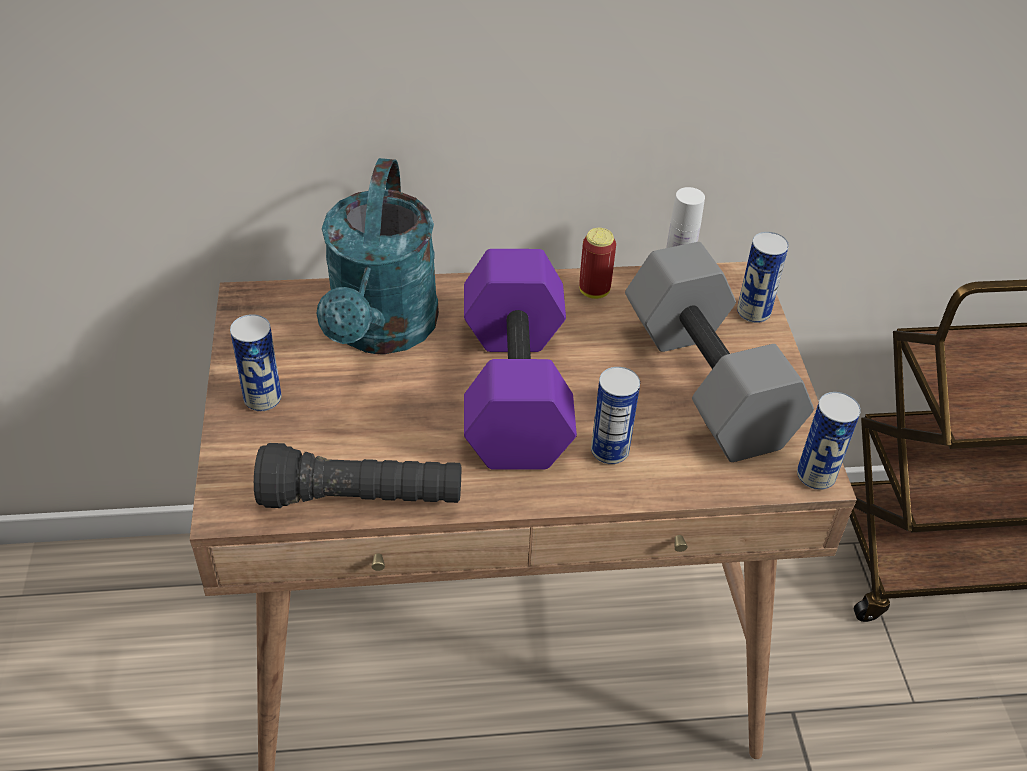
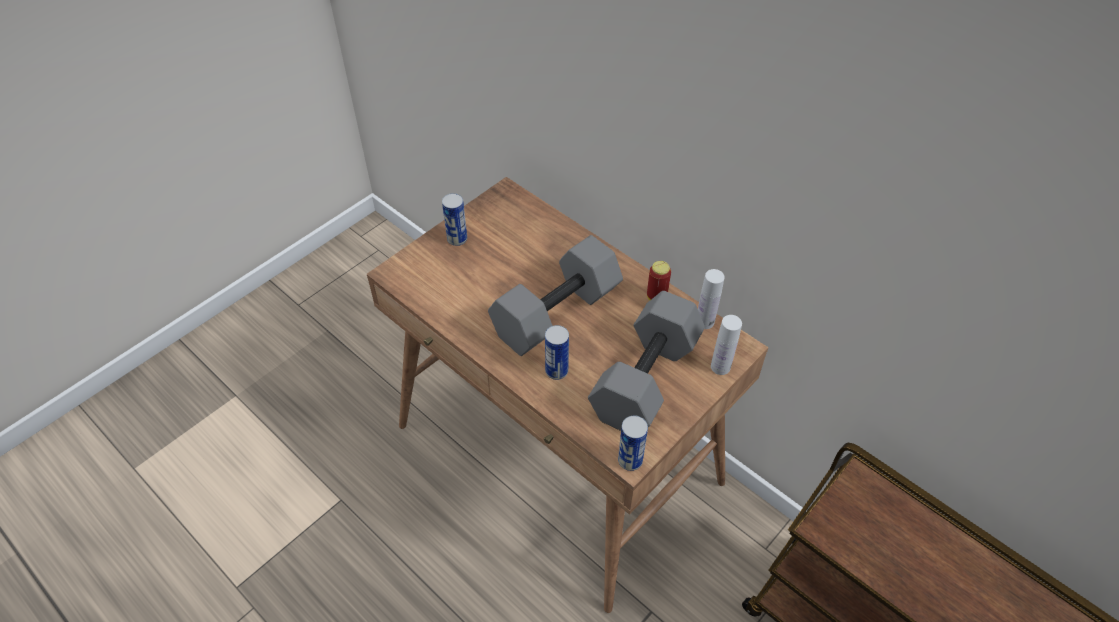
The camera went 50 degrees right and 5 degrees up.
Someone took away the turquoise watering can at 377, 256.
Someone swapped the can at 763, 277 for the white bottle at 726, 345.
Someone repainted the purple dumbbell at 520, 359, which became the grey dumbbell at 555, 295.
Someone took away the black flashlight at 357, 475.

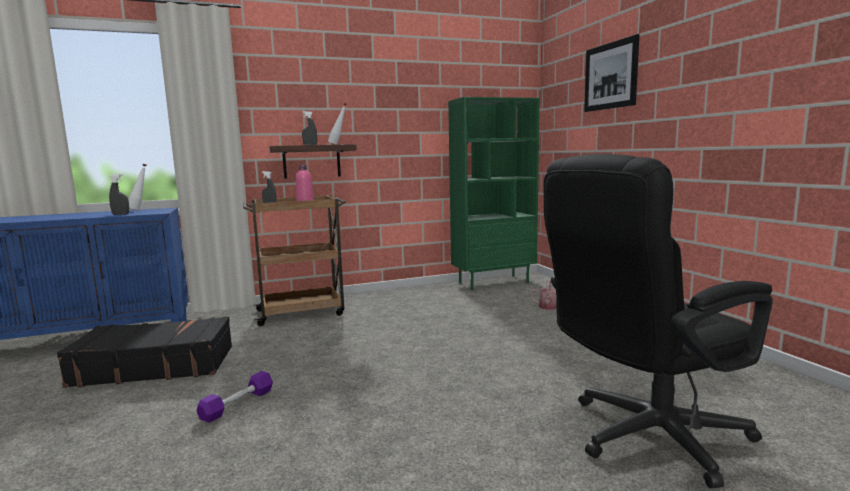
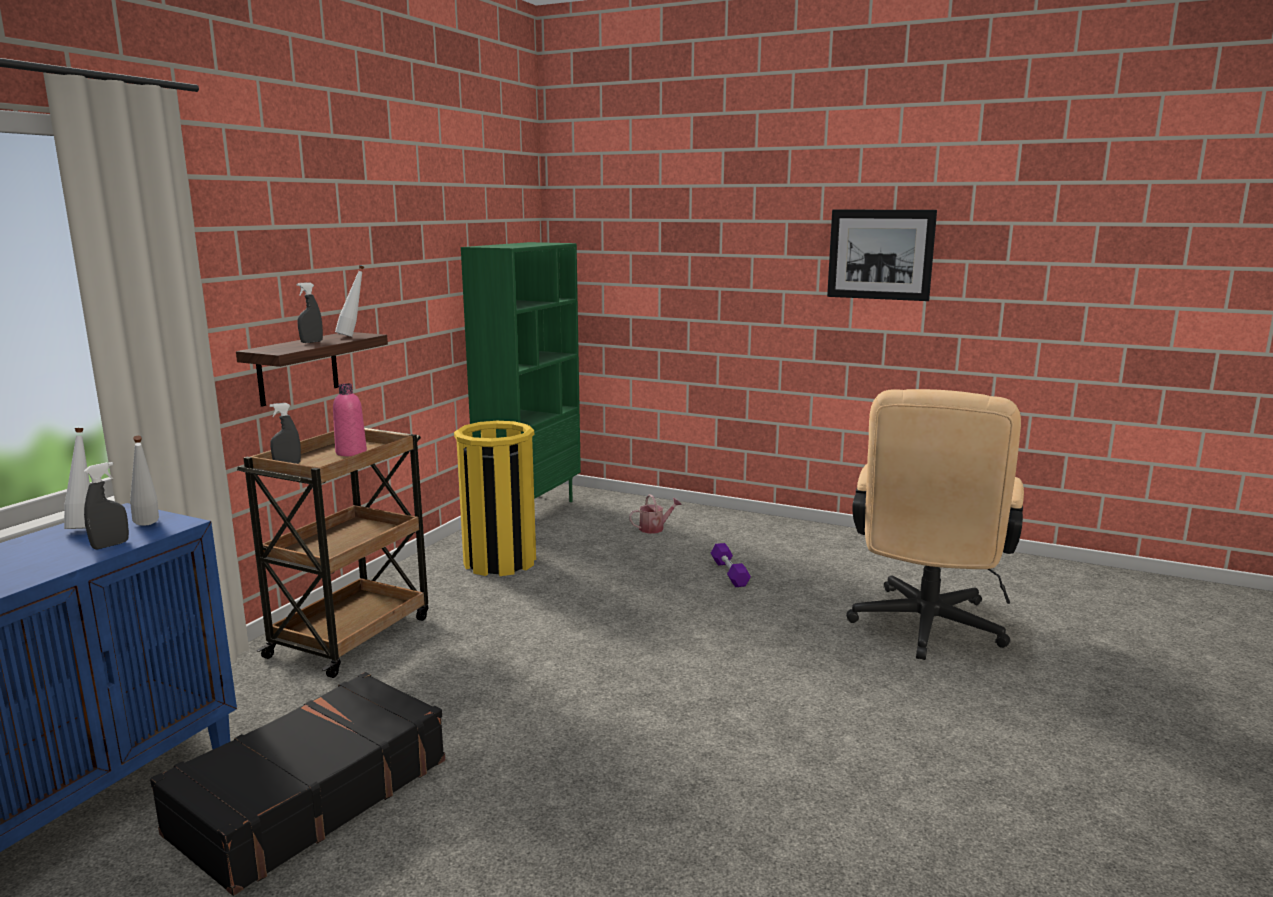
The camera went 45 degrees left and 5 degrees up.
Someone carried the picture from 611, 73 to 882, 255.
Someone repainted the black office chair at 658, 321, which became the beige office chair at 935, 524.
Someone carried the purple dumbbell from 234, 397 to 731, 565.
Someone put down the yellow trash can at 495, 498.
Someone put down the white bottle at 144, 481.

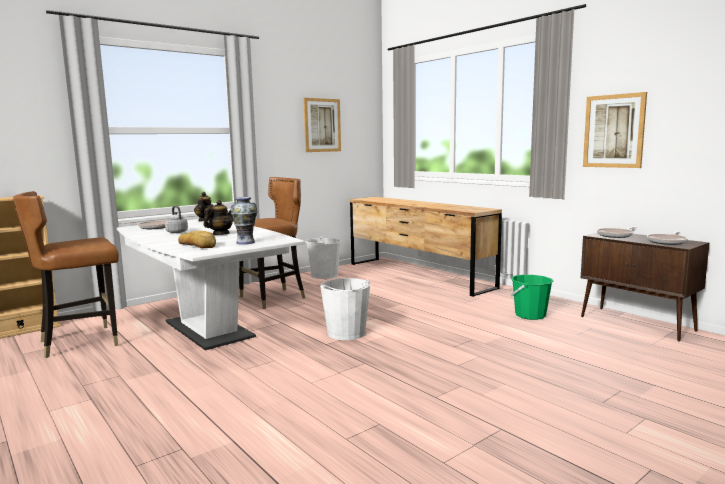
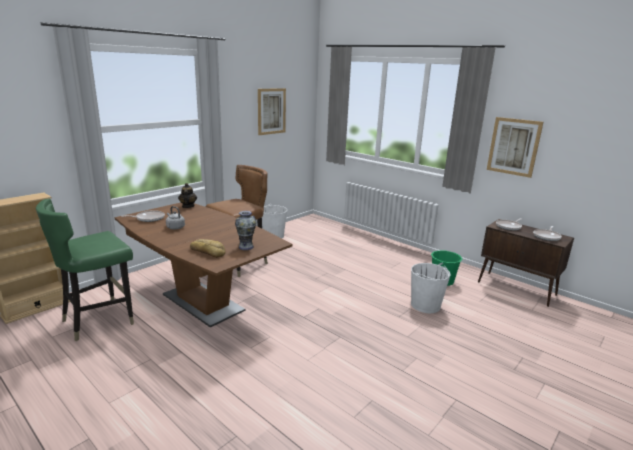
The camera went 10 degrees left and 10 degrees up.
Someone repainted the brown chair at 66, 274, which became the green chair at 85, 270.
Someone took away the brown dresser at 426, 247.
Someone took away the teapot at 218, 217.
Someone repainted the white dining table at 211, 284, which became the brown dining table at 204, 265.
Someone carried the white bucket from 345, 309 to 430, 288.

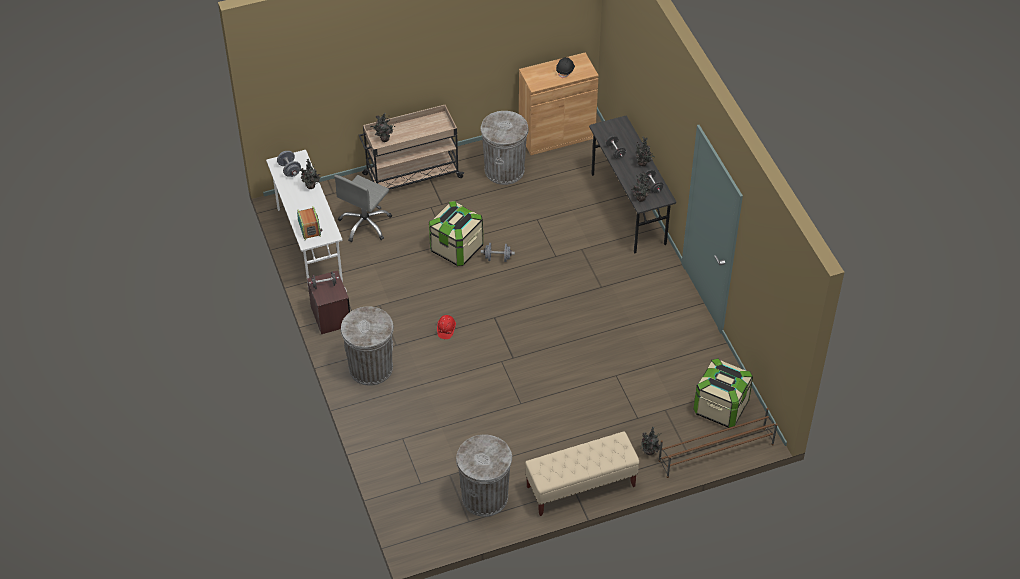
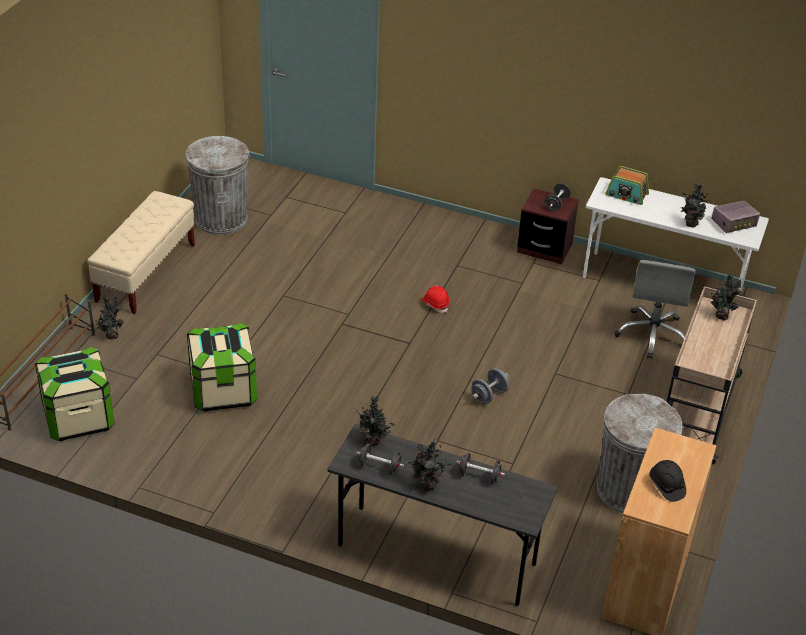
The camera went 130 degrees right and 10 degrees down.
Someone swapped the grey dumbbell at 289, 164 for the radio at 735, 217.
Someone rotated the grey office chair at 363, 208 by 150 degrees counterclockwise.
Someone carried the storage box from 456, 233 to 222, 367.
Someone took away the grey trash can at 367, 346.

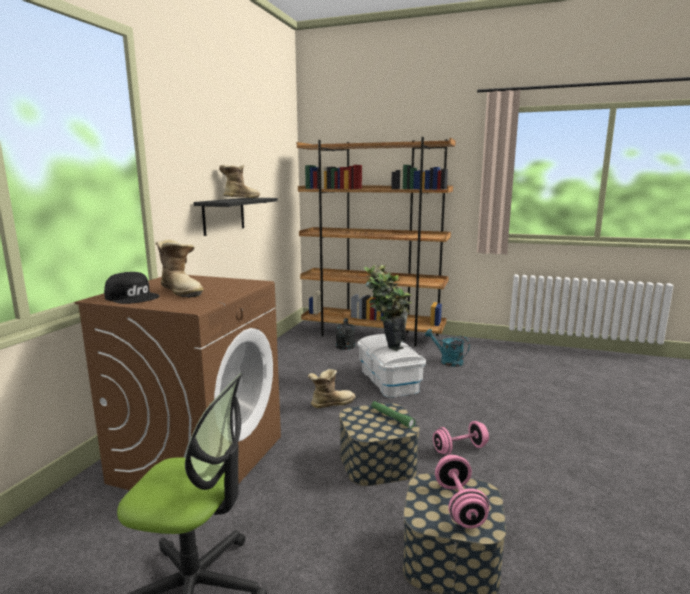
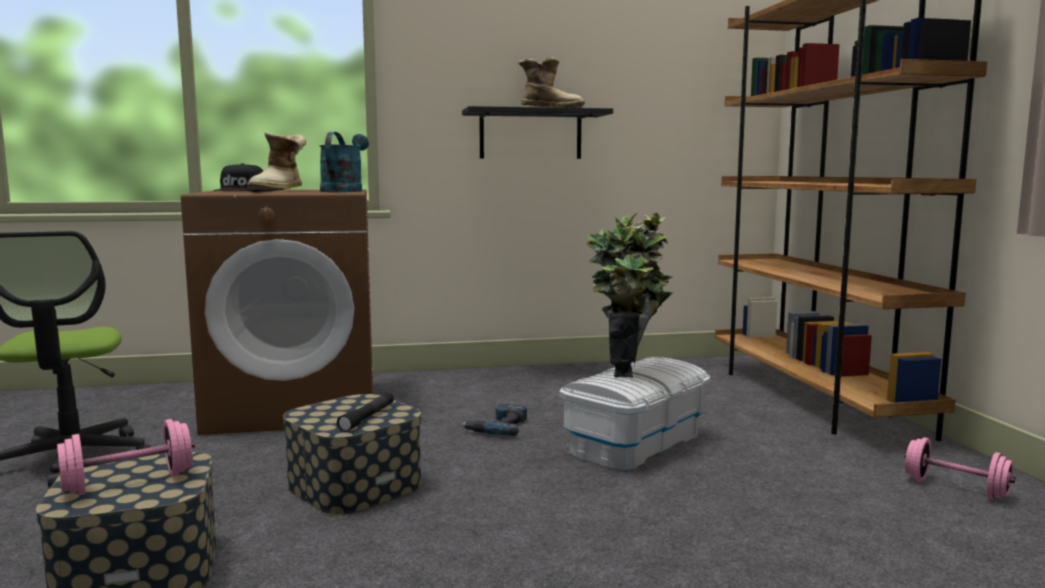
The camera went 60 degrees right and 5 degrees down.
Someone took away the black watering can at 345, 334.
Someone carried the turquoise watering can from 447, 348 to 344, 162.
Someone swapped the boot at 331, 388 for the power drill at 494, 420.
Someone repainted the green flashlight at 393, 414, which became the black flashlight at 365, 412.
Someone carried the pink dumbbell from 461, 438 to 960, 468.

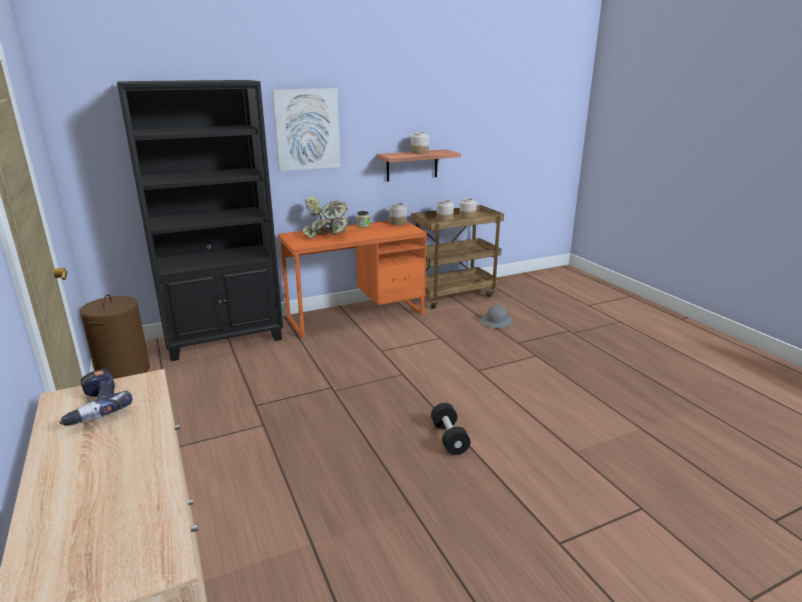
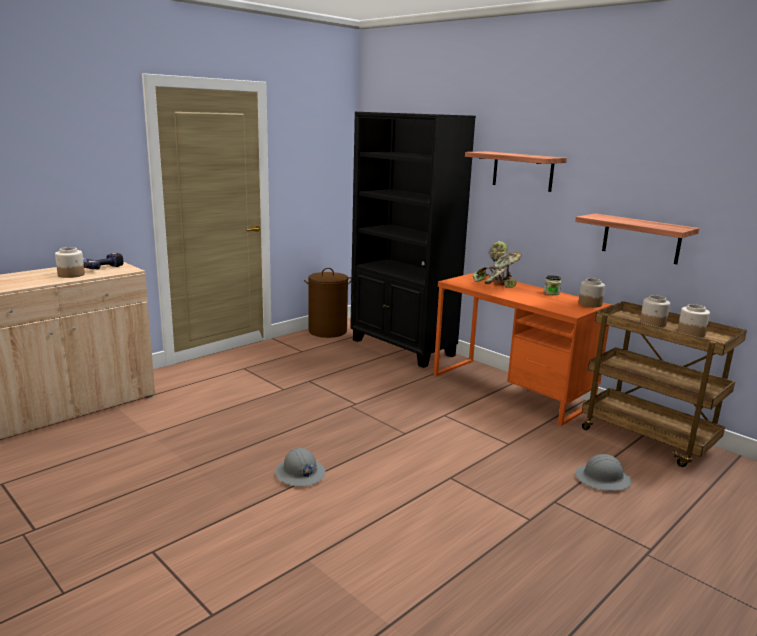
The camera went 70 degrees right and 5 degrees down.
Someone swapped the picture at 306, 129 for the shelf at 516, 171.
Someone carried the jar from 420, 143 to 70, 262.
Someone swapped the black dumbbell at 451, 429 for the grey hard hat at 300, 467.

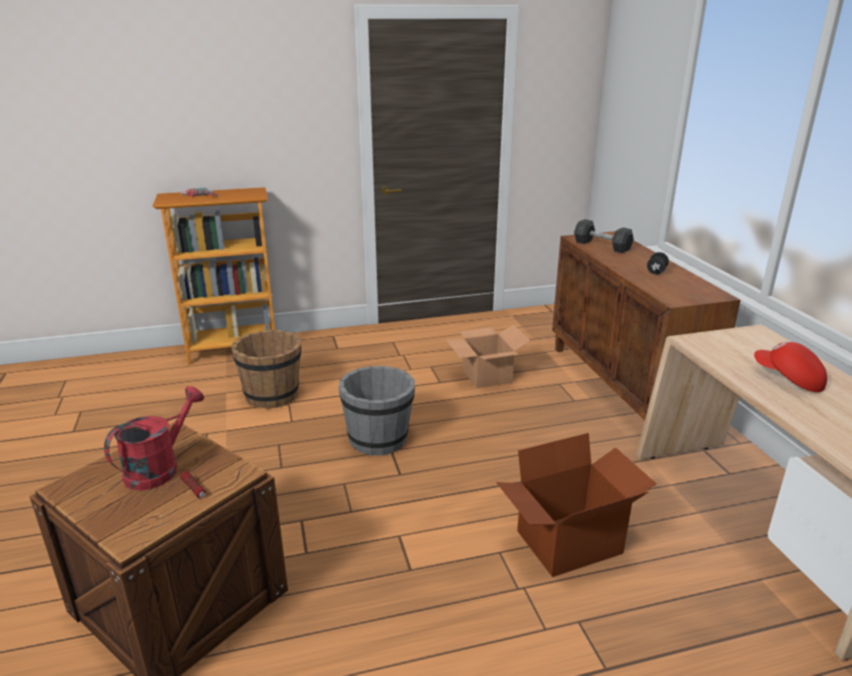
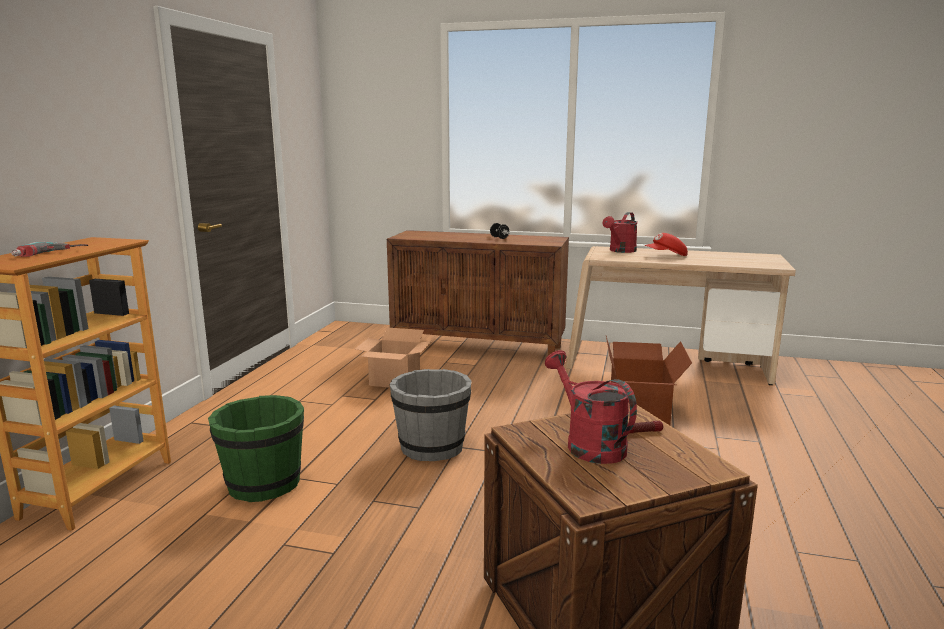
The camera went 60 degrees left and 10 degrees down.
Someone took away the grey dumbbell at 604, 236.
Someone repainted the brown bucket at 266, 369, which became the green bucket at 256, 448.
Someone put down the red watering can at 620, 232.

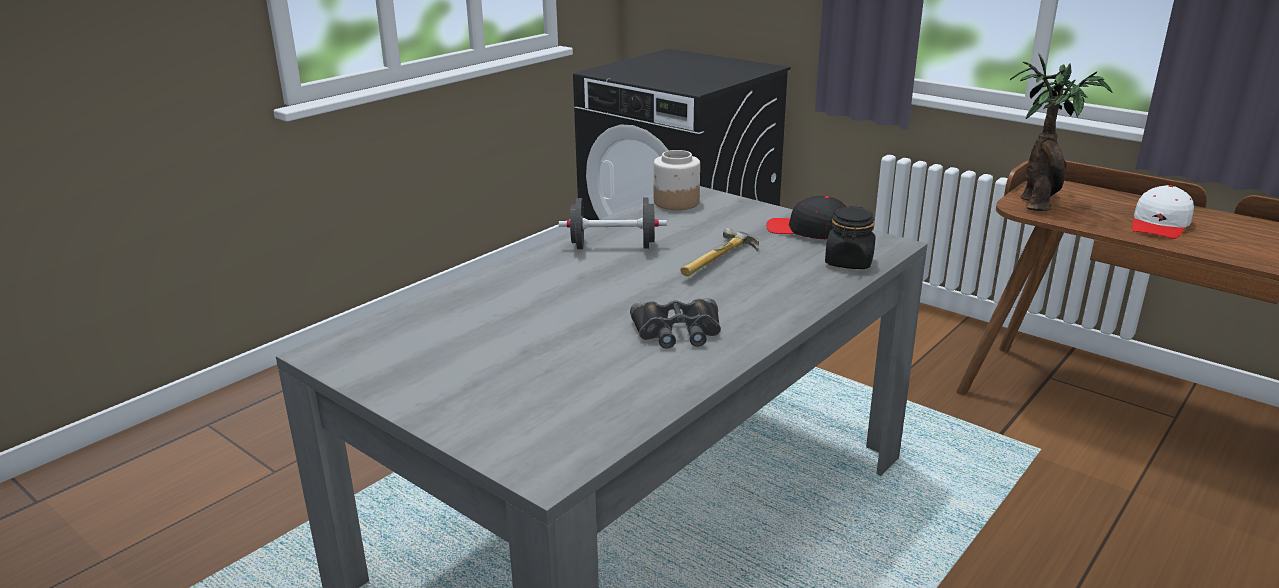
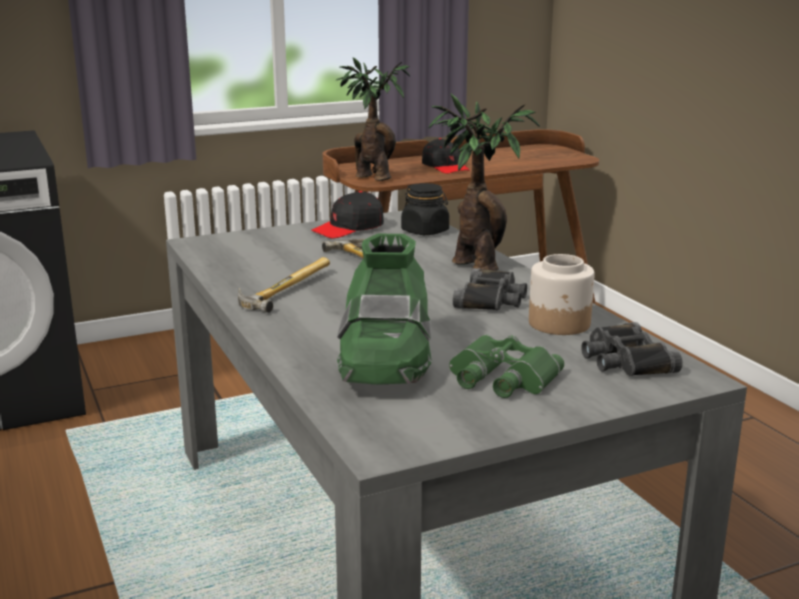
The camera went 65 degrees left and 5 degrees down.
Someone carried the jar from 677, 180 to 562, 294.
Someone repainted the white cap at 1163, 212, which became the black cap at 446, 156.
Someone swapped the black dumbbell at 613, 223 for the hammer at 284, 285.
Someone put down the potted plant at 484, 182.
Someone put down the green boot at 384, 309.
Someone put down the black binoculars at 632, 349.
Someone put down the green binoculars at 506, 366.

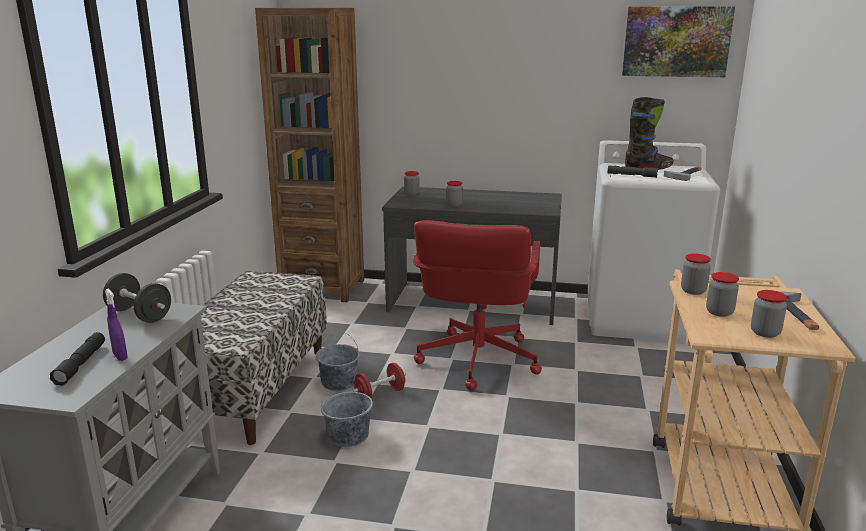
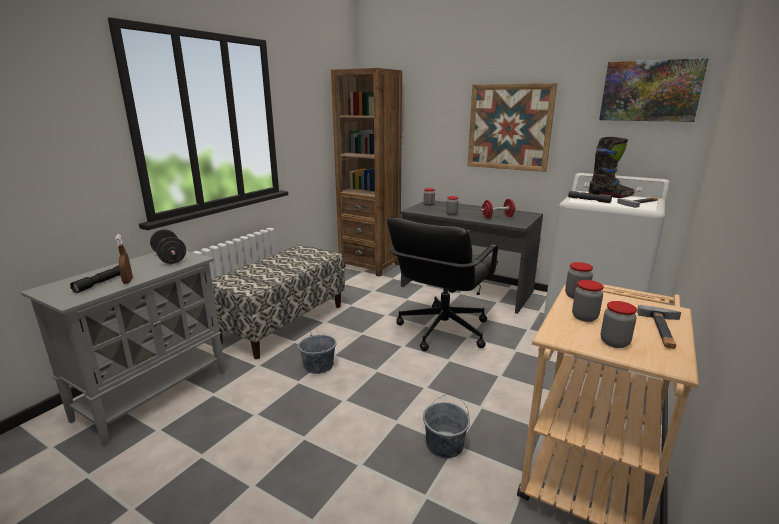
The camera went 20 degrees right and 0 degrees up.
Someone repainted the red office chair at 477, 305, which became the black office chair at 442, 284.
Someone repainted the purple spray bottle at 116, 324, which became the brown spray bottle at 124, 259.
Someone carried the grey bucket from 338, 361 to 446, 426.
Someone carried the red dumbbell from 379, 381 to 498, 209.
Someone put up the picture at 512, 127.

